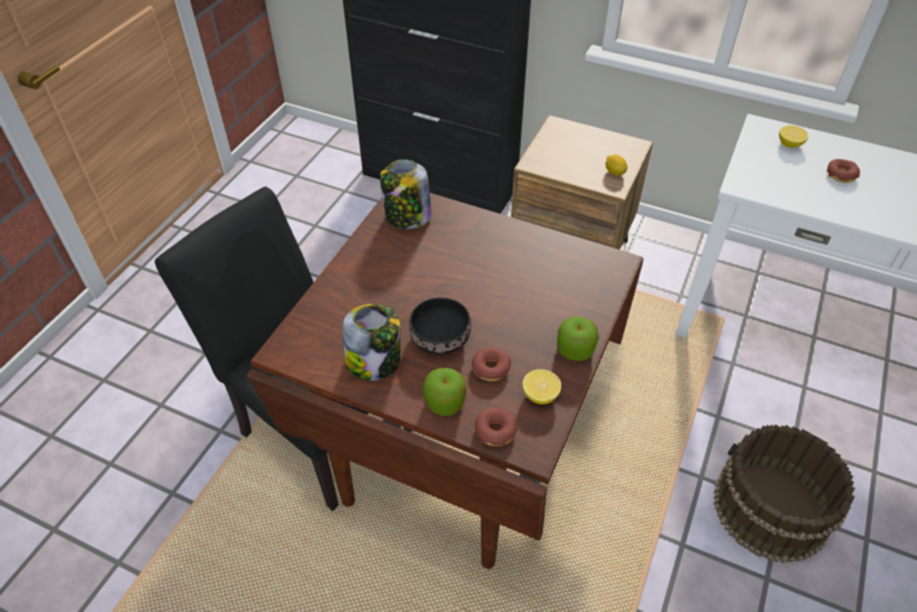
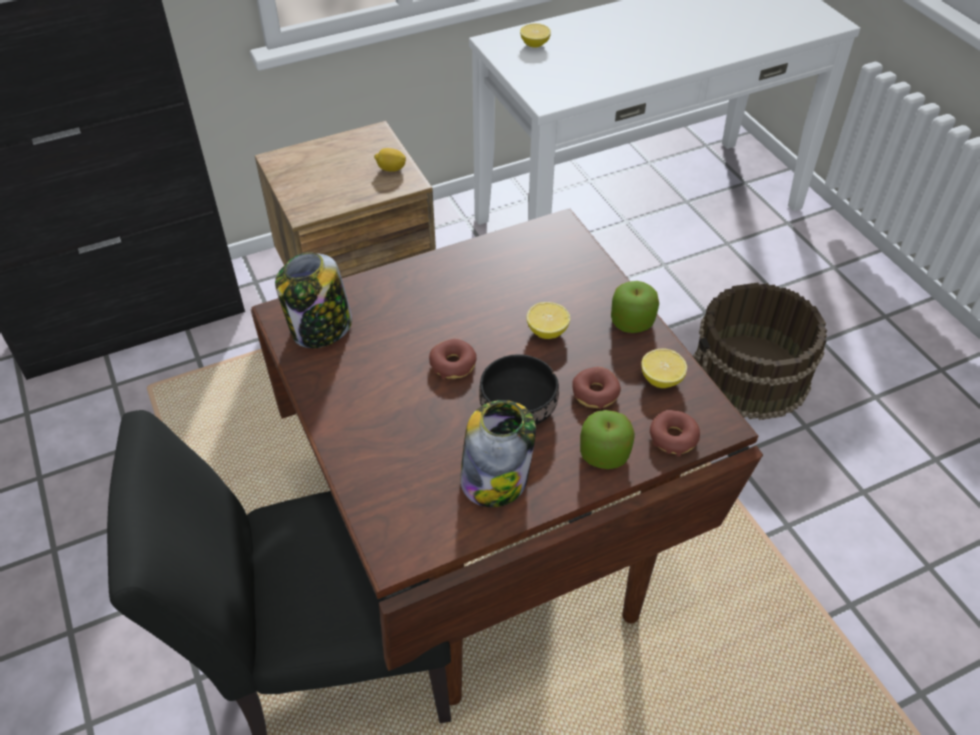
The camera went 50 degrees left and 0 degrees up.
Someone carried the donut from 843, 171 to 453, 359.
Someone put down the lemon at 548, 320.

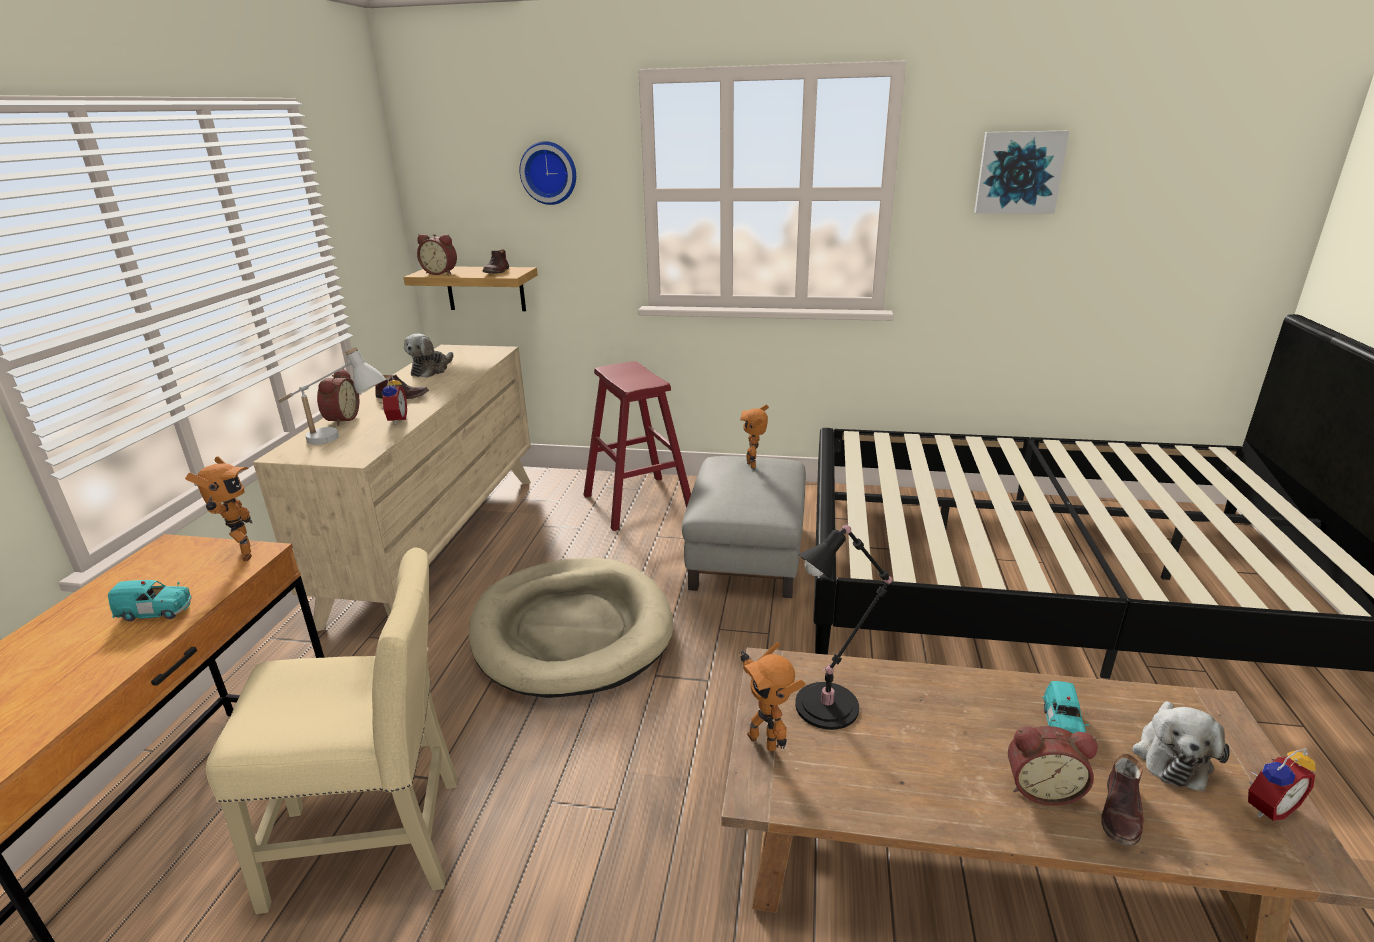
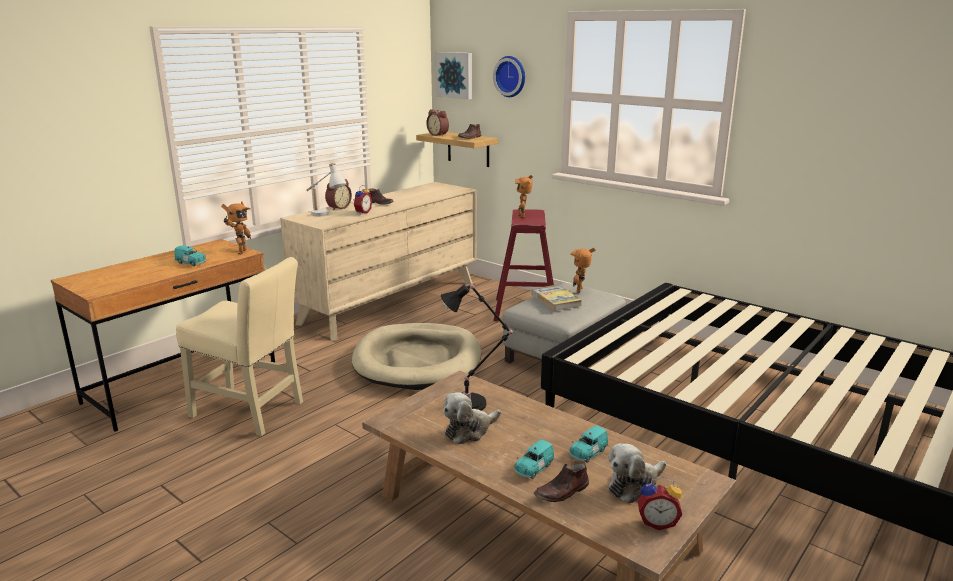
The camera went 30 degrees right and 5 degrees down.
Someone carried the picture from 1021, 172 to 454, 76.
Someone carried the plush toy from 429, 356 to 472, 418.
Someone carried the toy robot from 772, 696 to 524, 196.
Someone swapped the alarm clock at 1053, 766 for the turquoise toy car at 534, 459.
Someone put down the book at 556, 298.

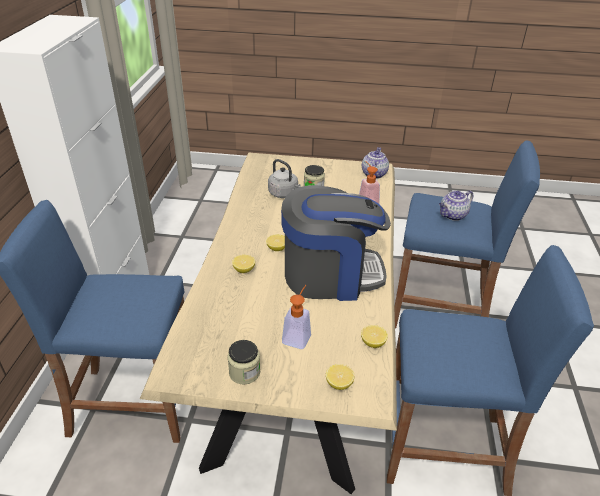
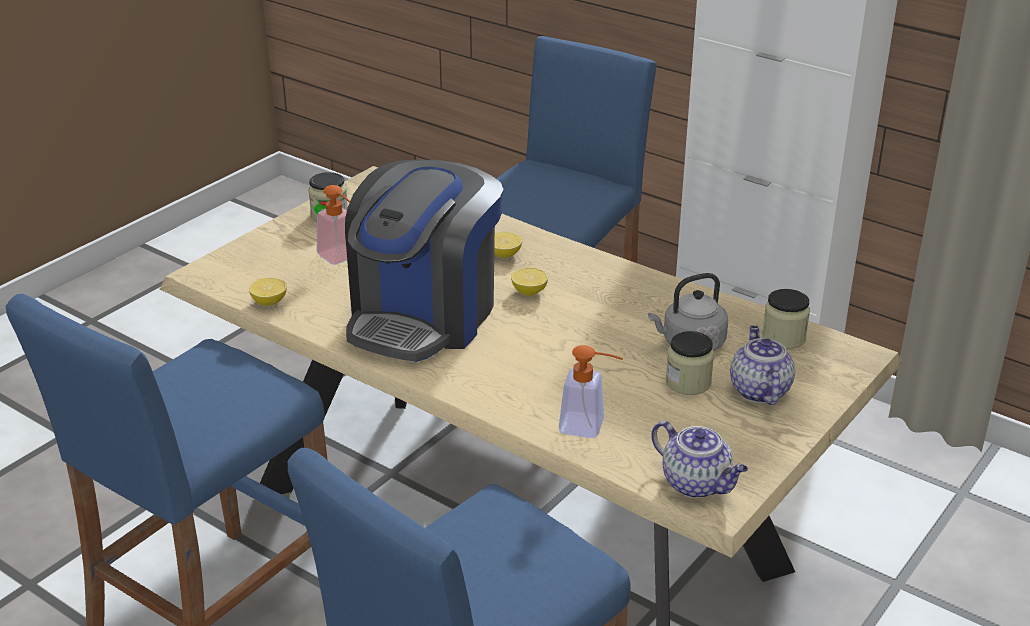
The camera went 120 degrees right and 5 degrees down.
Someone carried the teapot from 456, 205 to 762, 365.
Someone took away the lemon at 340, 377.
Someone put down the jar at 786, 319.

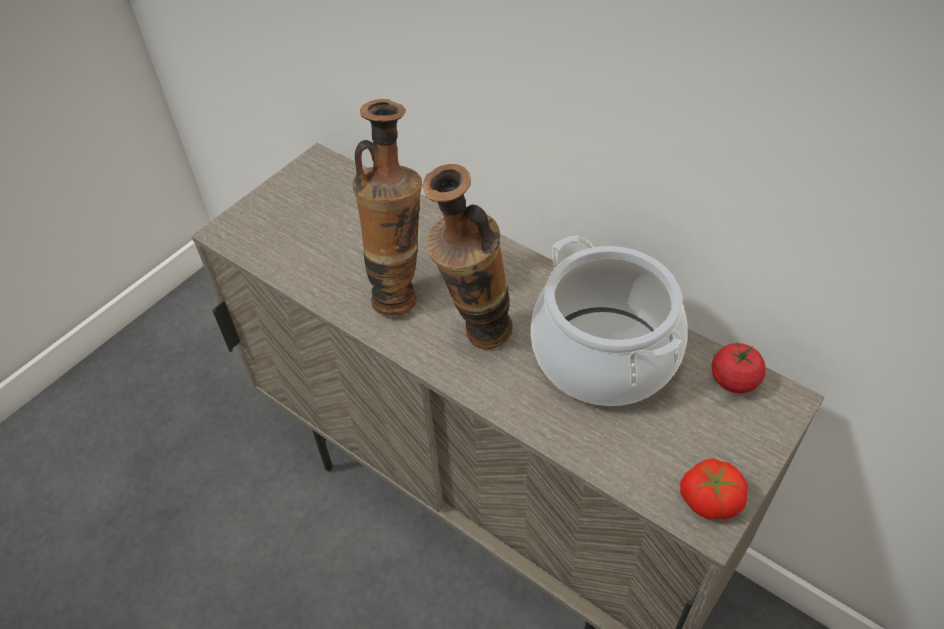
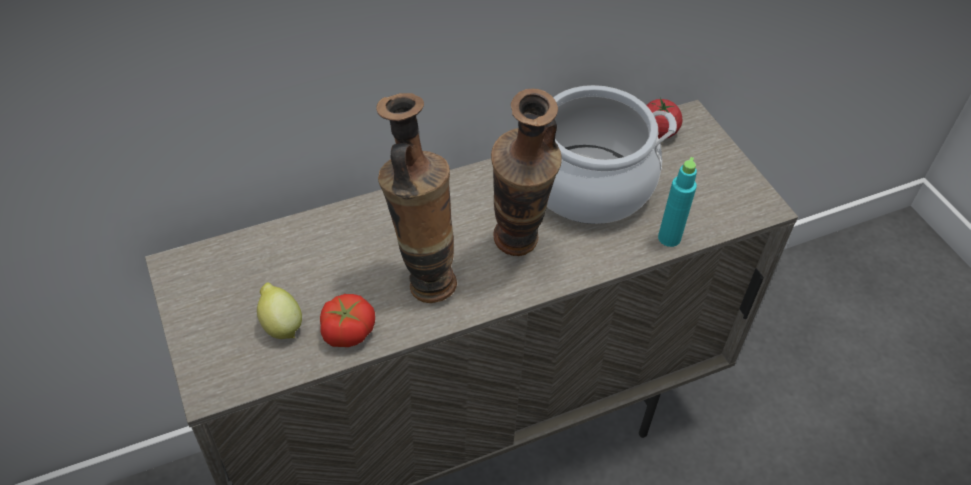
The camera went 65 degrees left and 0 degrees up.
Someone carried the tomato from 714, 489 to 347, 320.
Someone put down the turquoise bottle at 677, 202.
Someone put down the lemon at 279, 311.

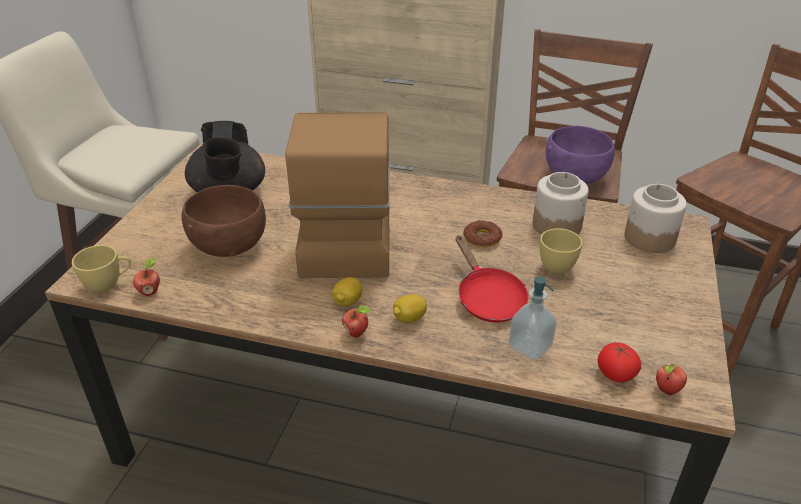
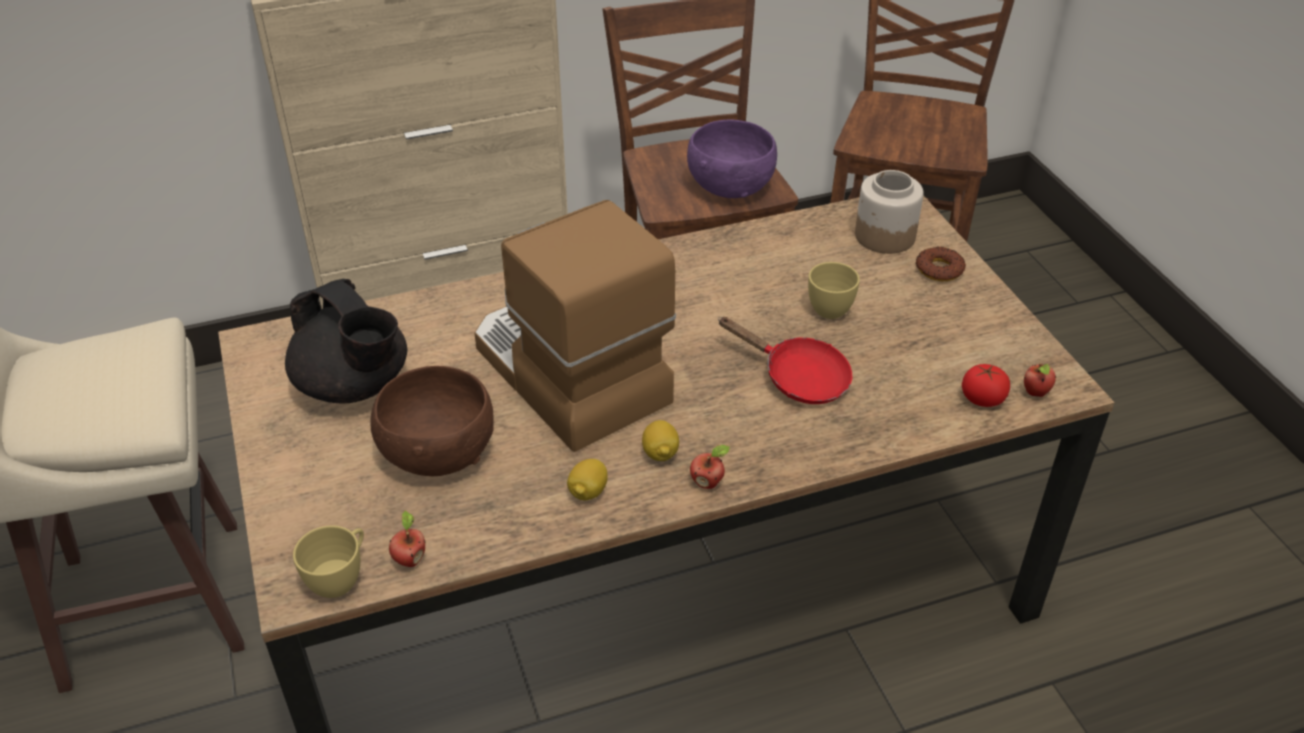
The camera went 35 degrees left and 5 degrees up.
Someone took away the jar at 561, 203.
Someone carried the donut from 482, 234 to 941, 264.
Someone took away the soap dispenser at 532, 318.
Someone carried the lemon from 410, 308 to 587, 479.

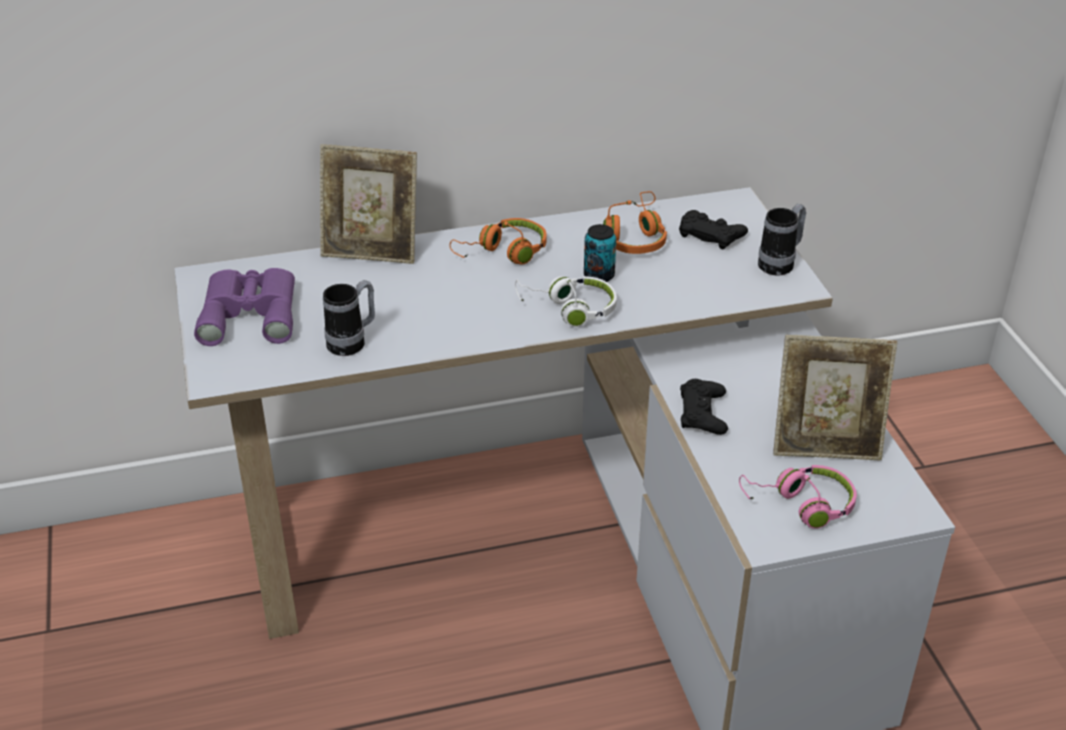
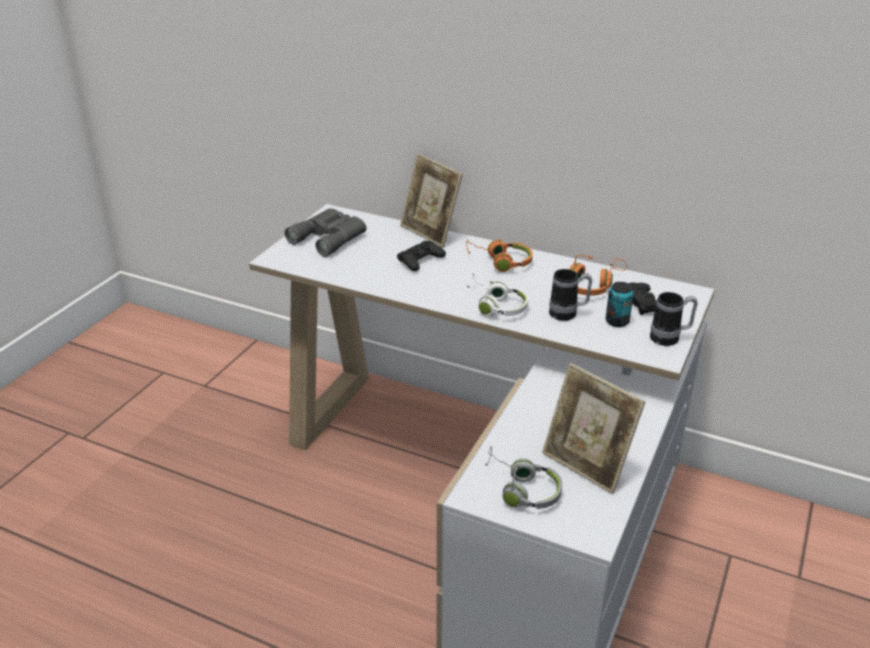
The camera went 40 degrees right and 5 degrees down.
Someone carried the can from 600, 253 to 620, 304.
Someone repainted the purple binoculars at 244, 307, which became the grey binoculars at 325, 232.
Someone carried the mug from 349, 318 to 570, 295.
Someone carried the black game controller from 704, 407 to 421, 256.
Someone repainted the pink headphones at 798, 497, which became the grey headphones at 523, 478.

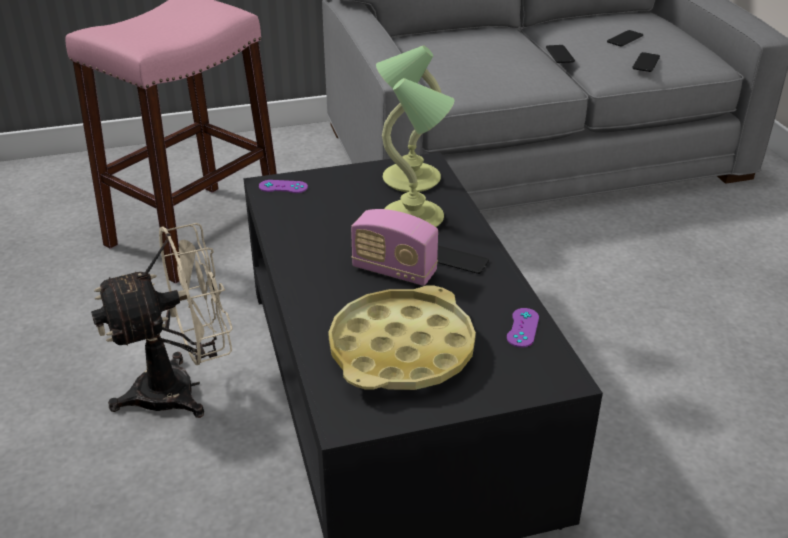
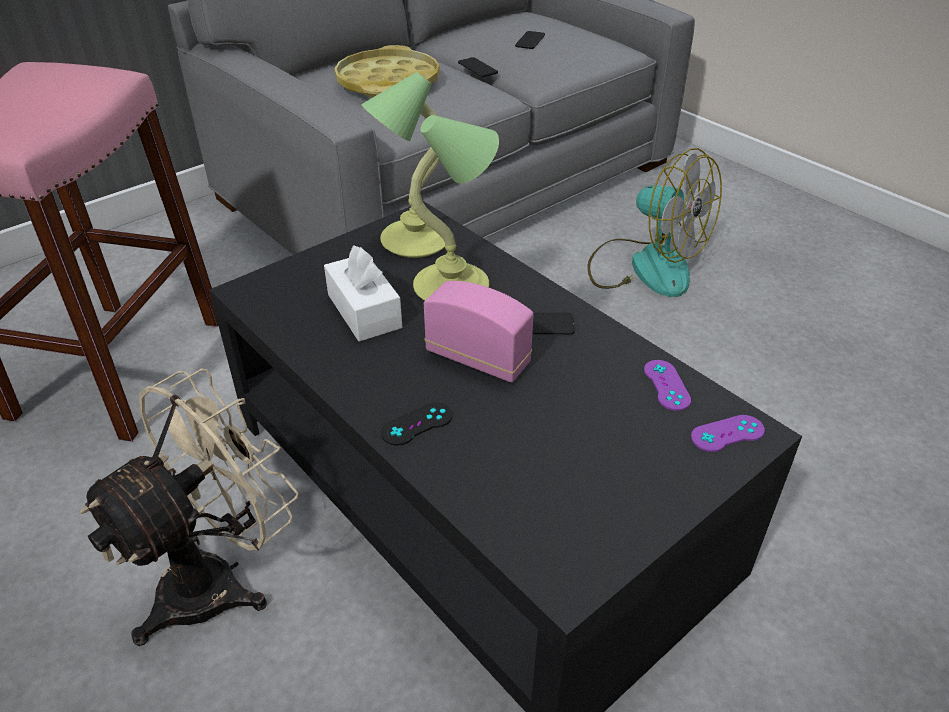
The camera went 25 degrees left and 5 degrees up.
Someone took away the phone at 646, 62.
Someone carried the purple game controller from 283, 186 to 728, 433.
Someone rotated the radio at 394, 247 by 150 degrees counterclockwise.
Someone carried the yellow tray from 402, 337 to 387, 71.
Someone put down the fan at 654, 222.
Someone put down the white tissue box at 363, 293.
Someone put down the black game controller at 417, 424.

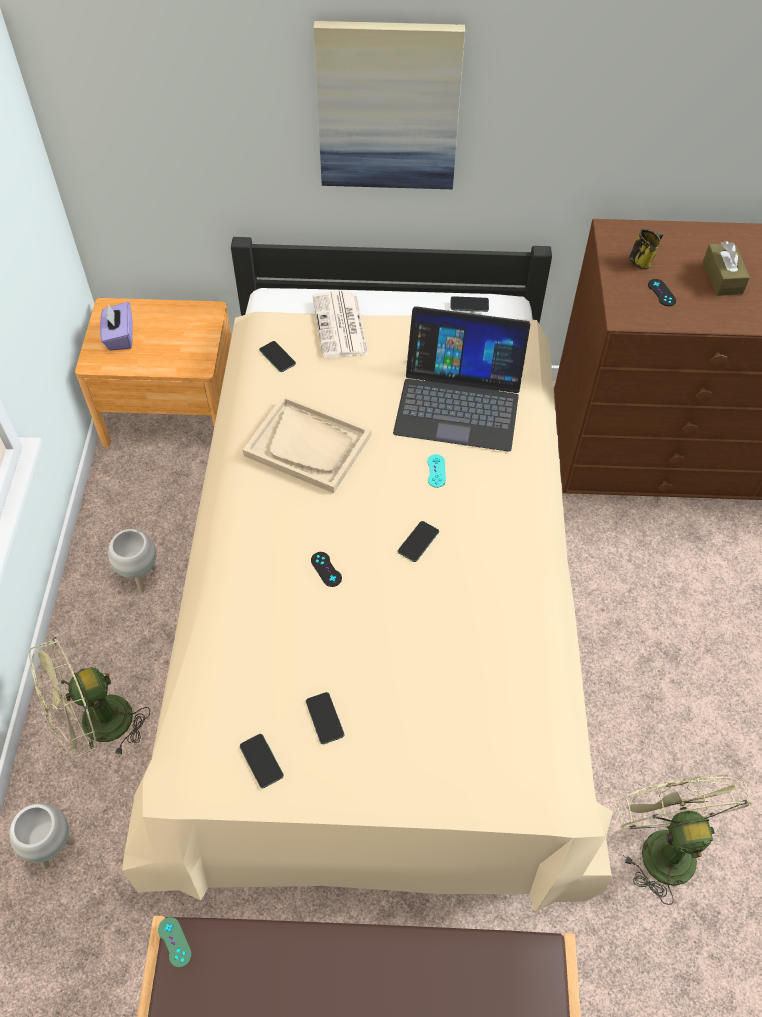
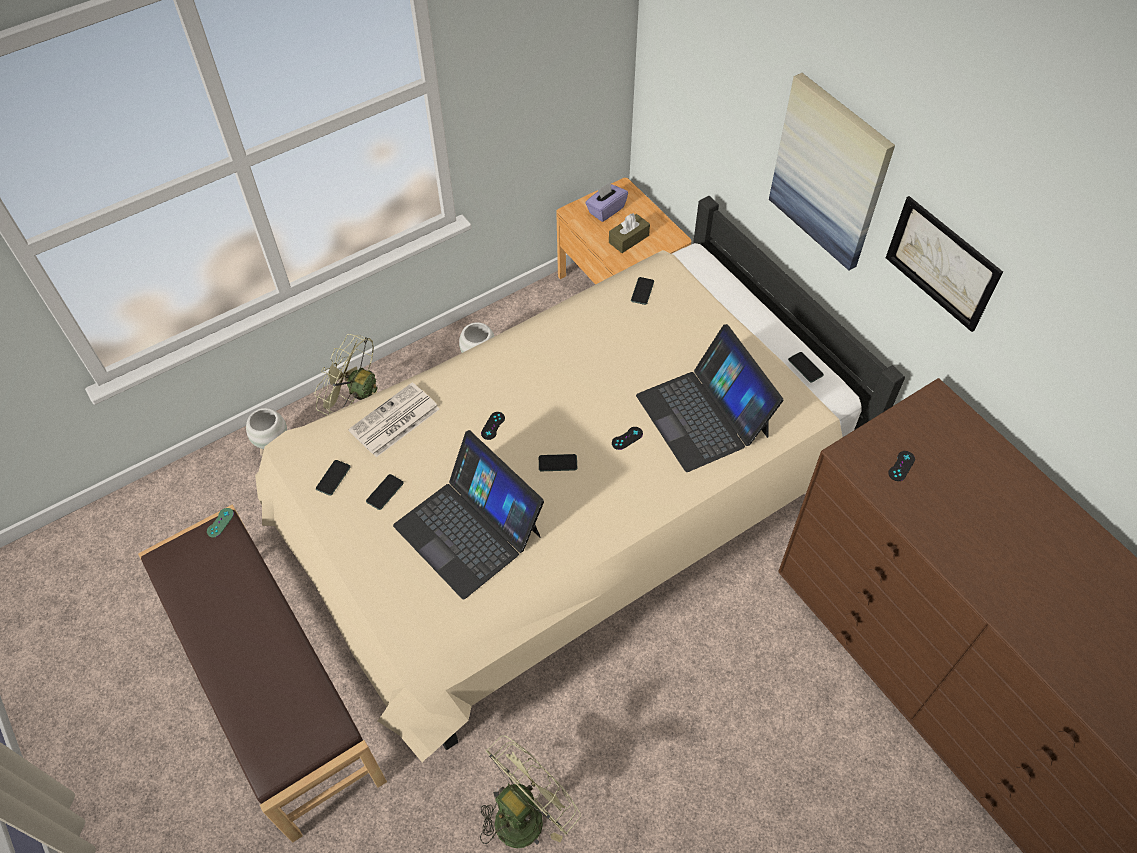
The camera went 55 degrees right and 0 degrees up.
Someone took away the mug at 646, 249.
Someone carried the brown tissue box from 726, 268 to 629, 233.
Someone carried the newspaper from 341, 324 to 394, 420.
Someone took away the beige tray at 307, 444.
Someone repainted the turquoise game controller at 436, 471, which became the black game controller at 627, 438.
Someone put up the picture at 944, 264.
Someone put down the laptop at 468, 515.

